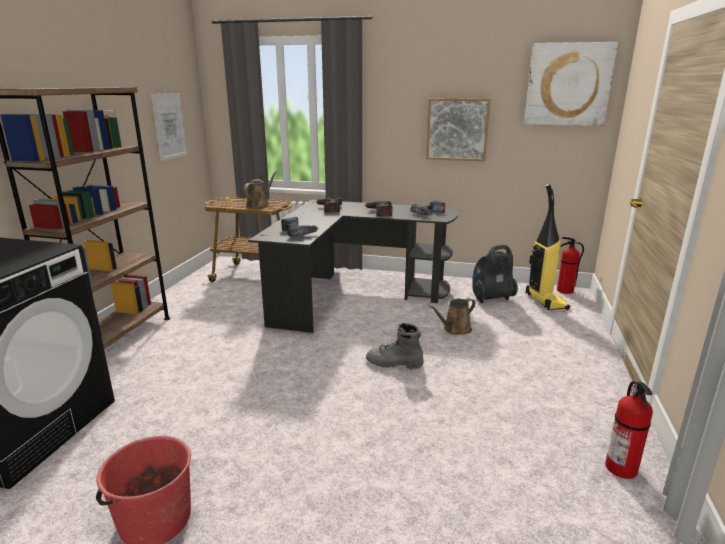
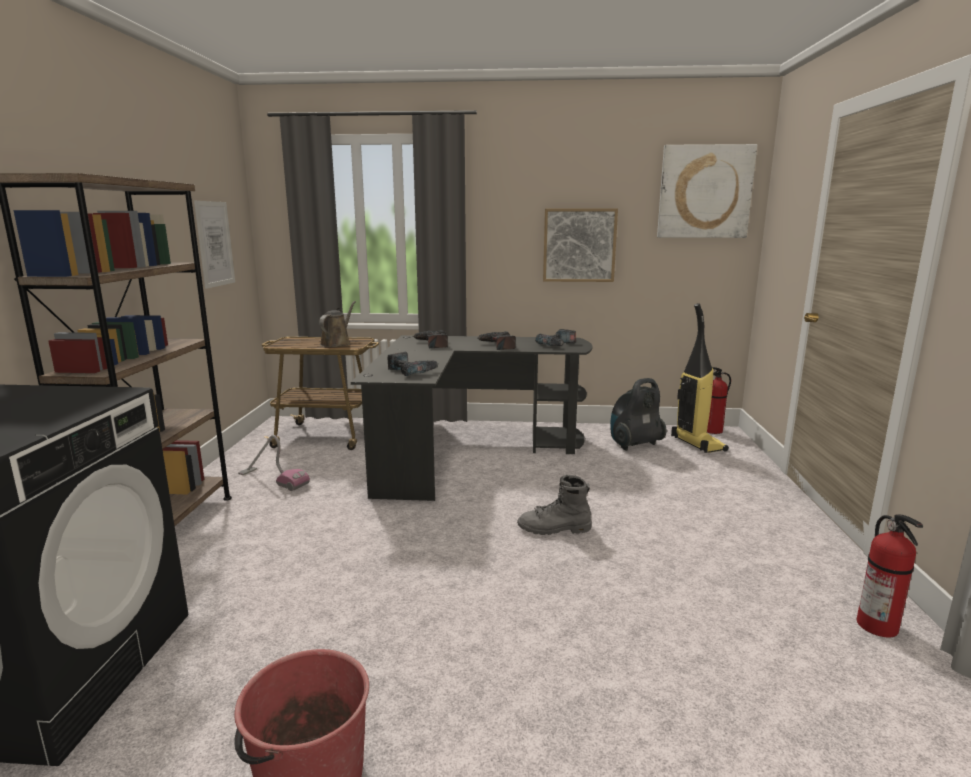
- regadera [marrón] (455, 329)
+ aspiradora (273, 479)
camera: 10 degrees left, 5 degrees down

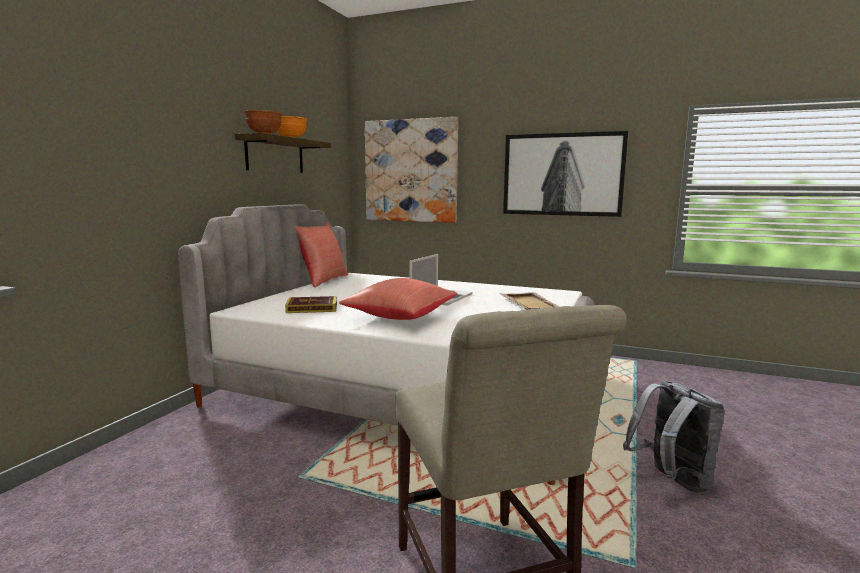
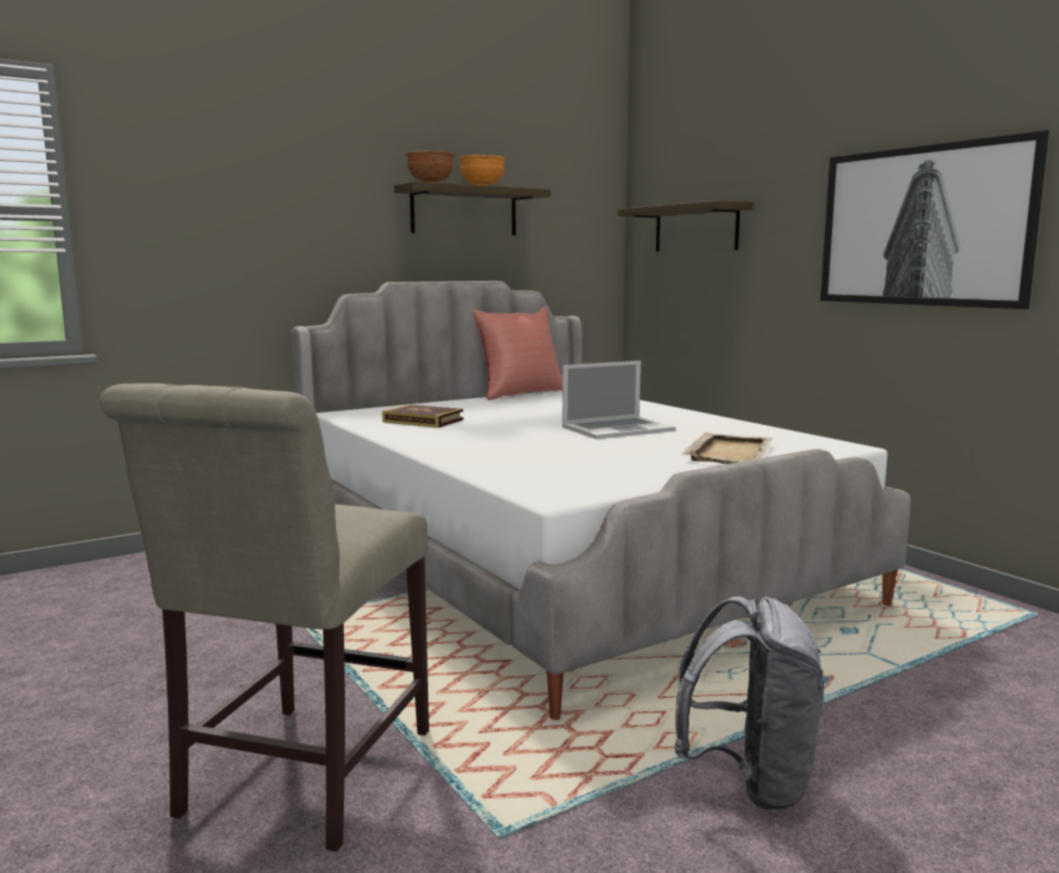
- cojín [rojo] (399, 317)
~ cuadro (410, 171) to estante (696, 228)
camera: 35 degrees right, 0 degrees up

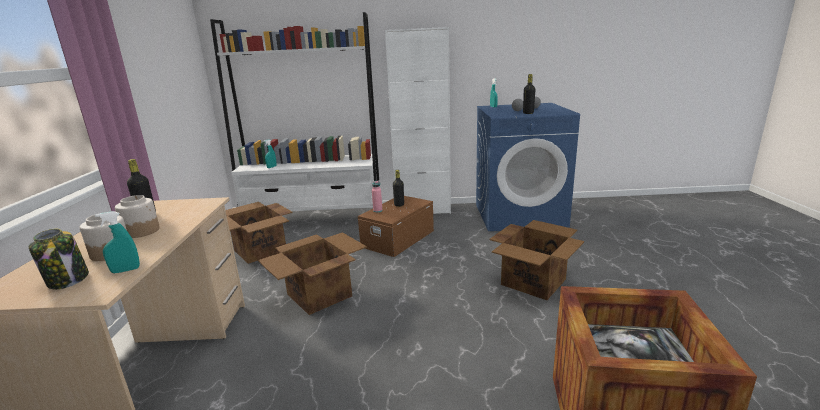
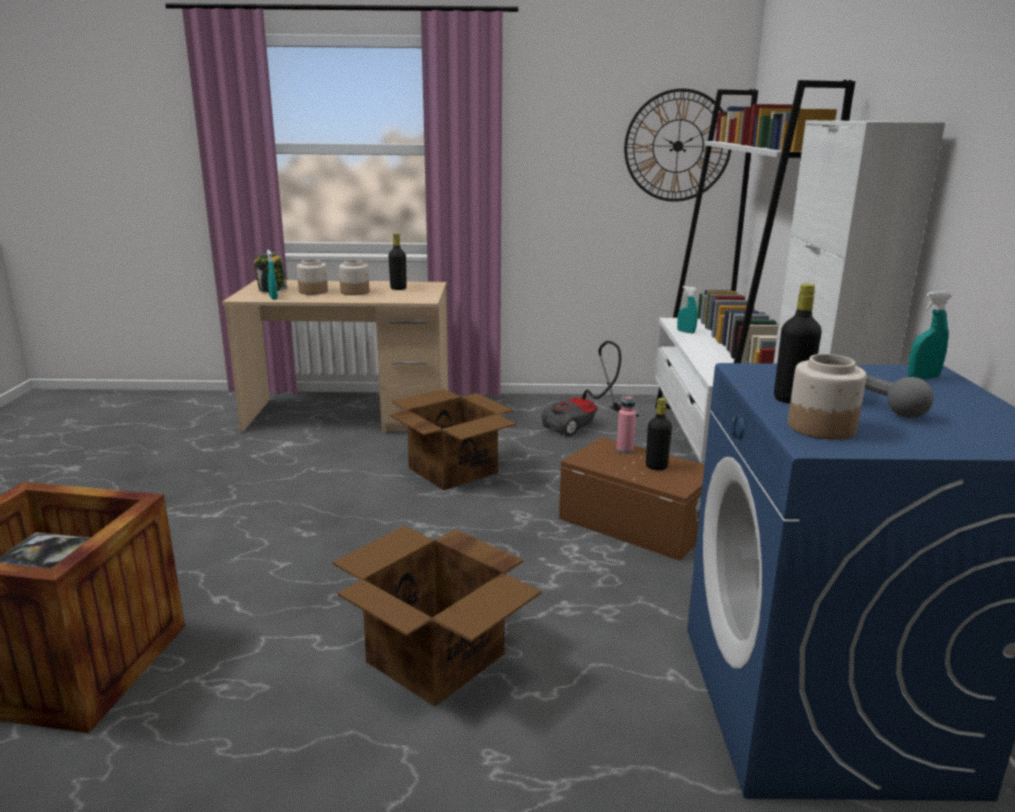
+ reloj de pared (677, 146)
+ tarro (820, 428)
~ caja de cartón (260, 251) to aspiradora (586, 425)
camera: 90 degrees right, 0 degrees up

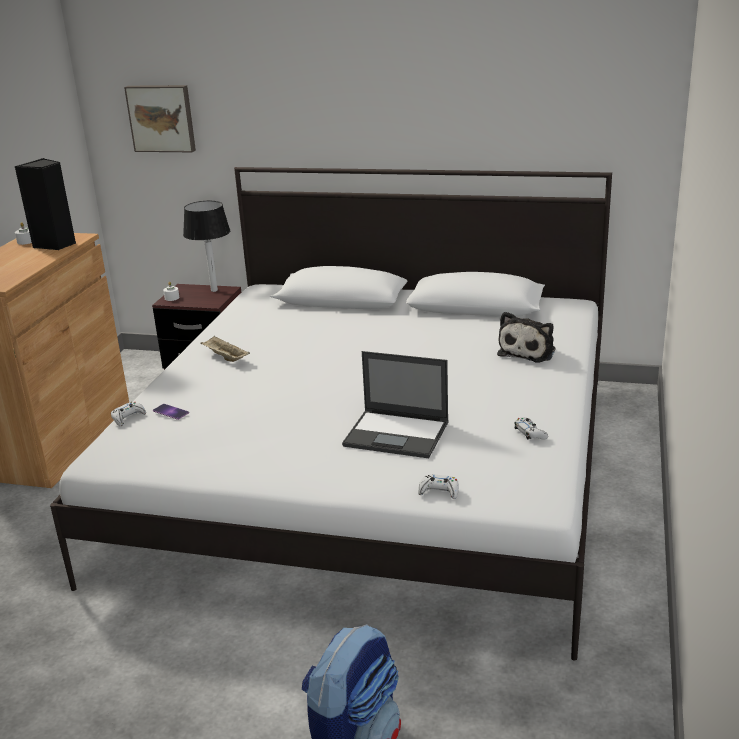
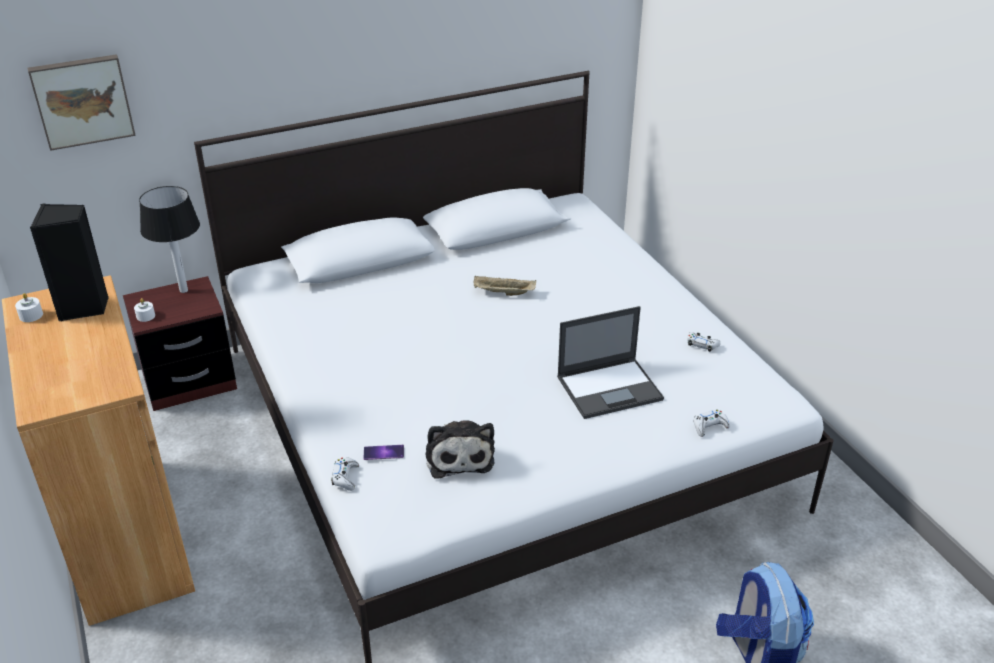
~ bandeja [beis] (225, 357) to (503, 293)
~ peluche (528, 351) to (459, 455)
camera: 40 degrees left, 10 degrees up

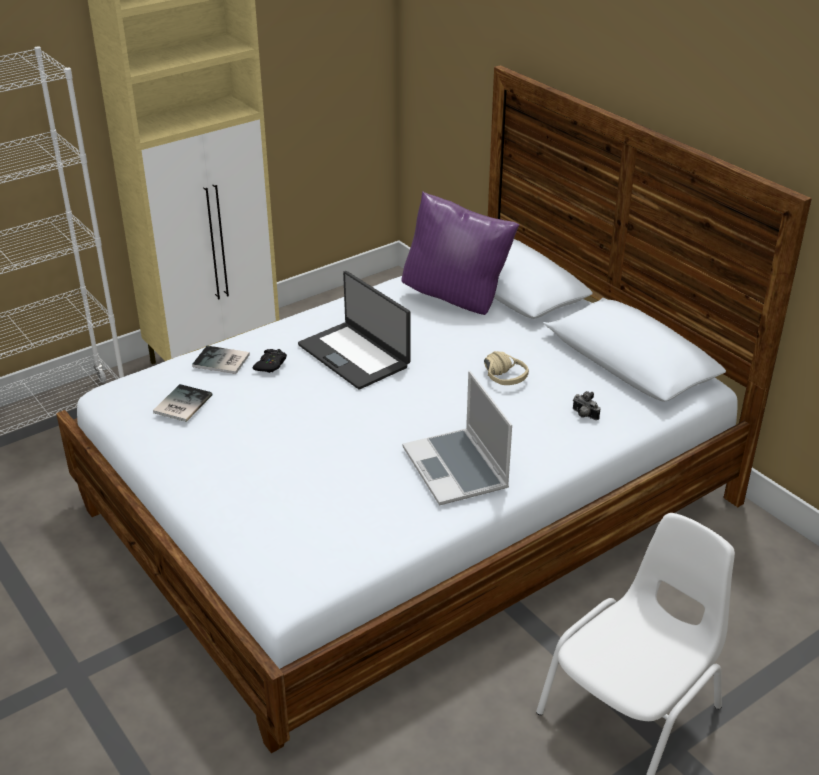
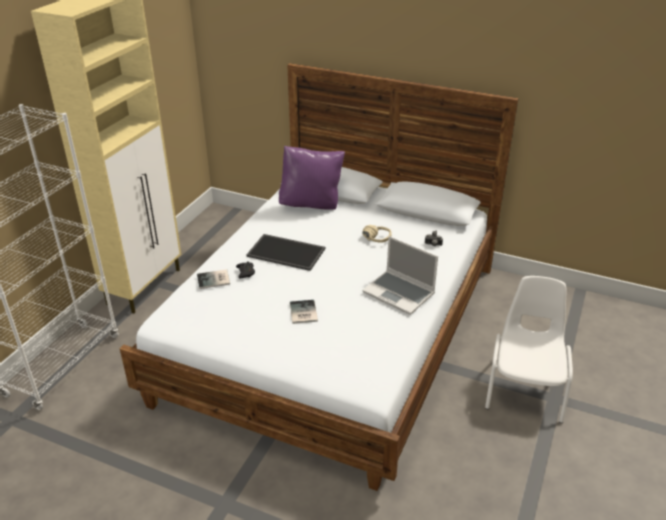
~ libro (180, 404) to (302, 313)
~ portátil (354, 355) to bandeja (287, 252)
camera: 30 degrees left, 0 degrees up

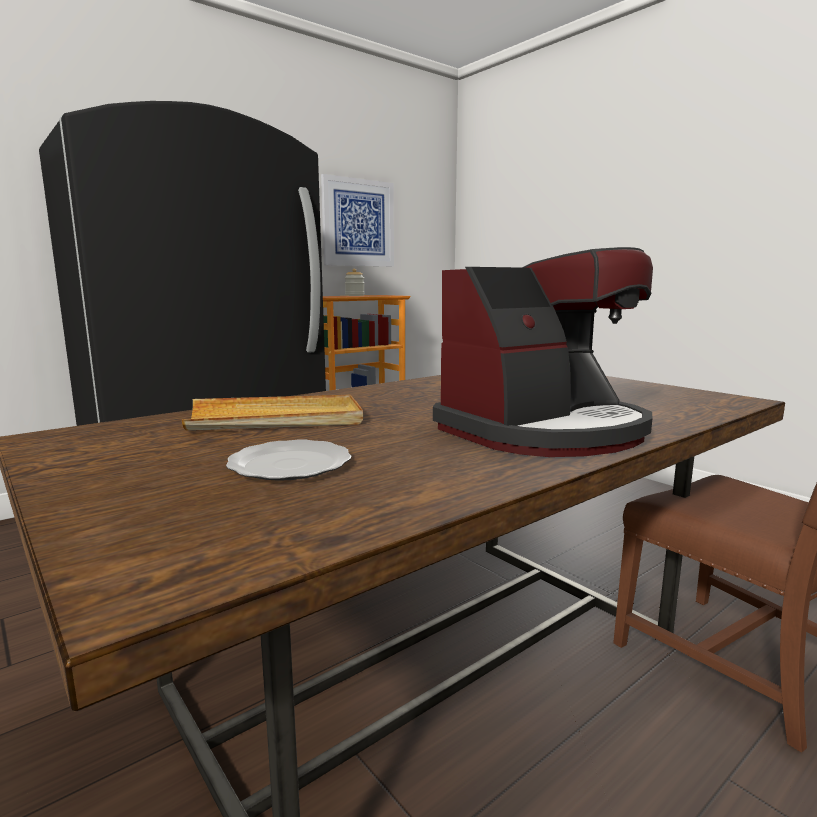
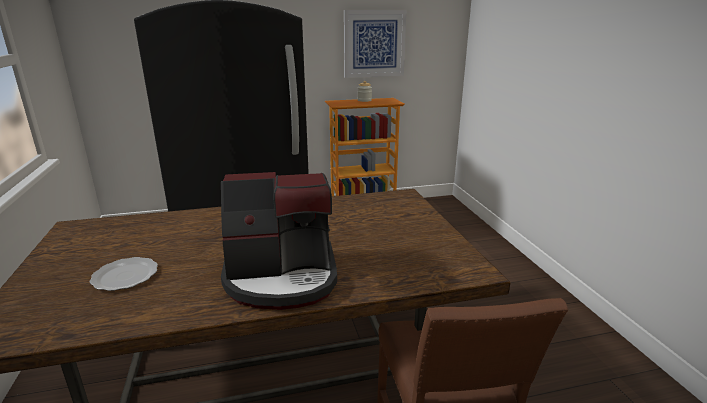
- bandeja [beis] (276, 419)
camera: 25 degrees right, 10 degrees up

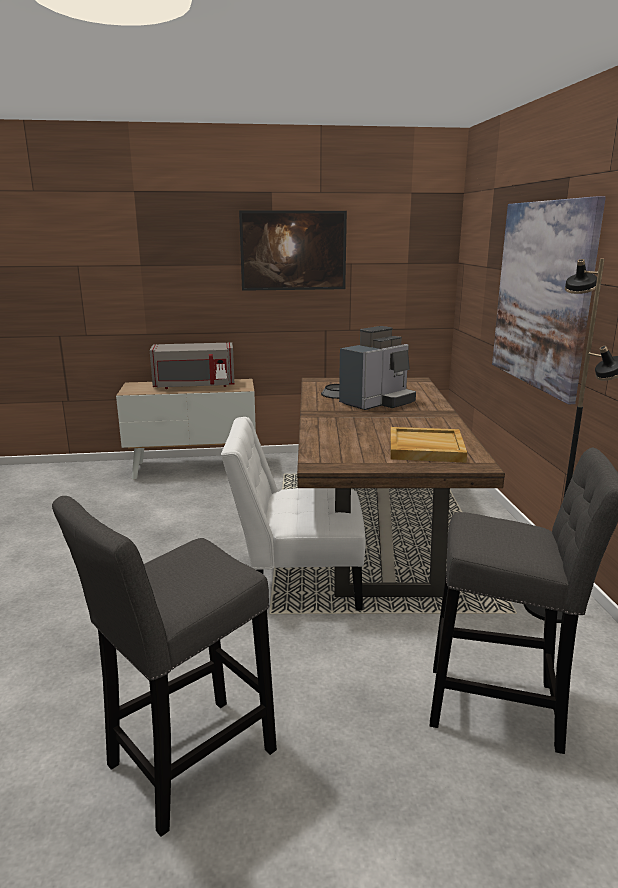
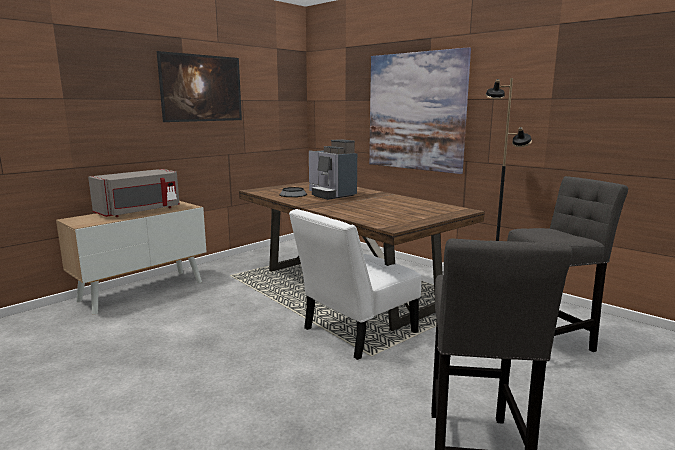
- bandeja [beis] (425, 448)
~ cafetera (377, 402) = (331, 194) 135 degrees clockwise
camera: 40 degrees left, 5 degrees down

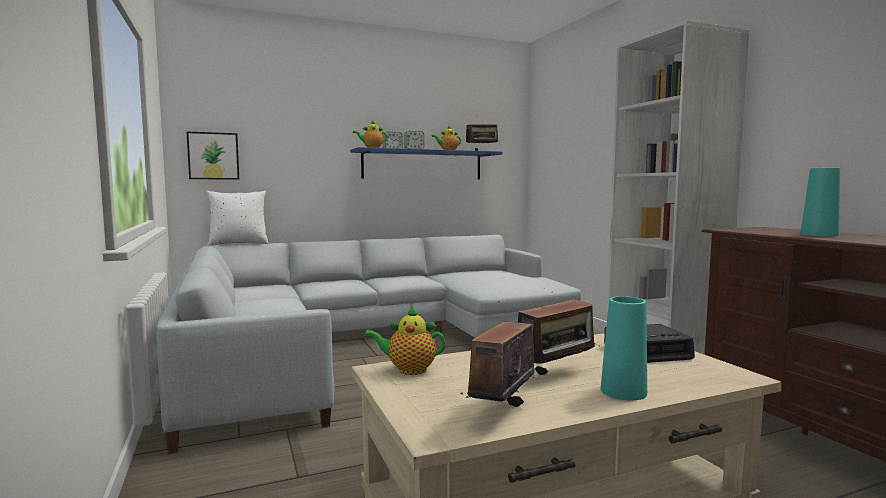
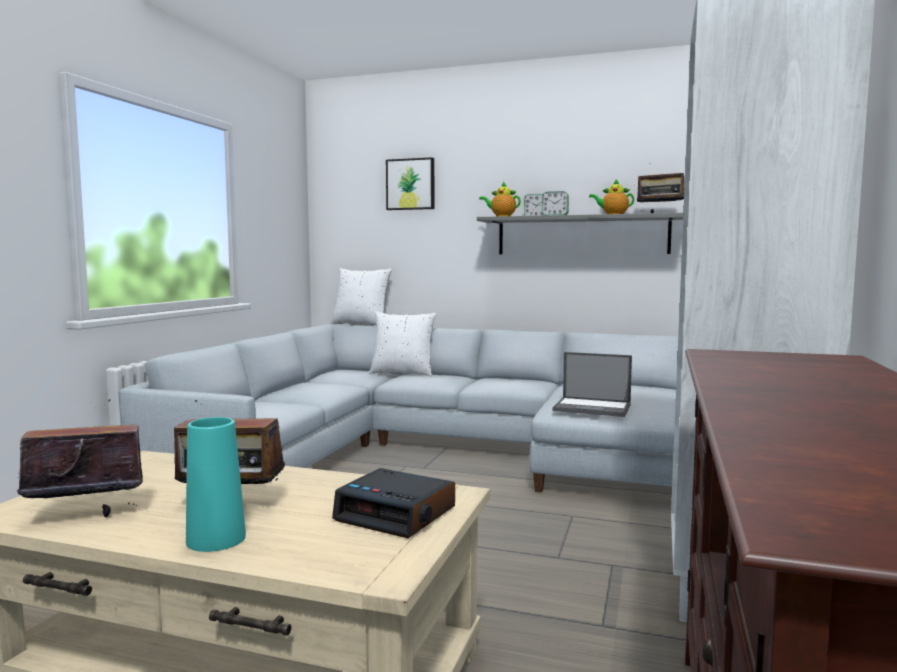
- tetera (408, 370)
- florero [turquesa] (819, 235)
+ cojín [blanco] (402, 373)
+ portátil (593, 408)
~ cuadro (213, 156) to (411, 184)
~ estante [azul] (423, 165) to estante [gris] (582, 235)
camera: 40 degrees right, 0 degrees up

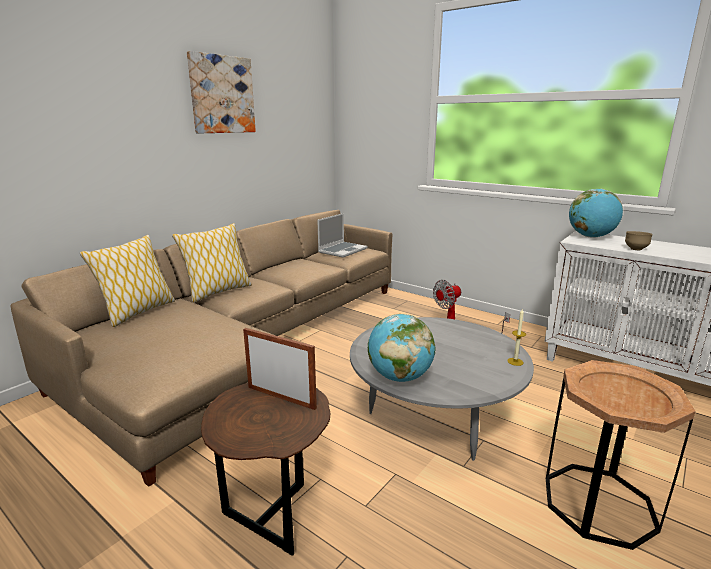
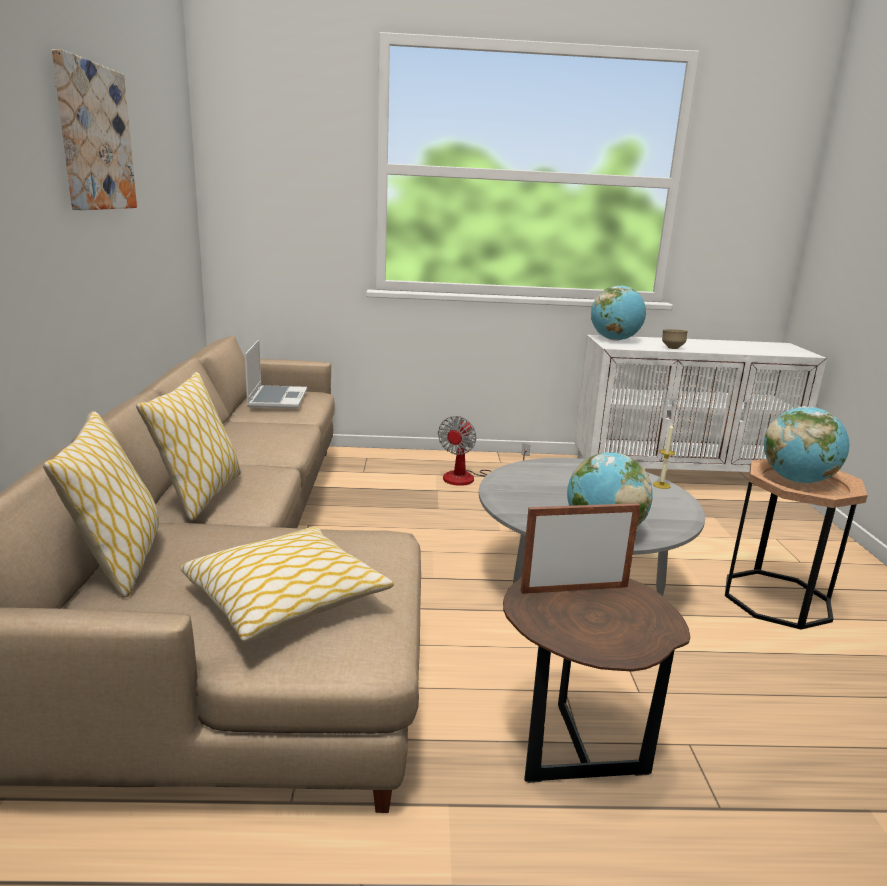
+ cojín (286, 598)
+ globo terráqueo (797, 480)
camera: 40 degrees left, 0 degrees up

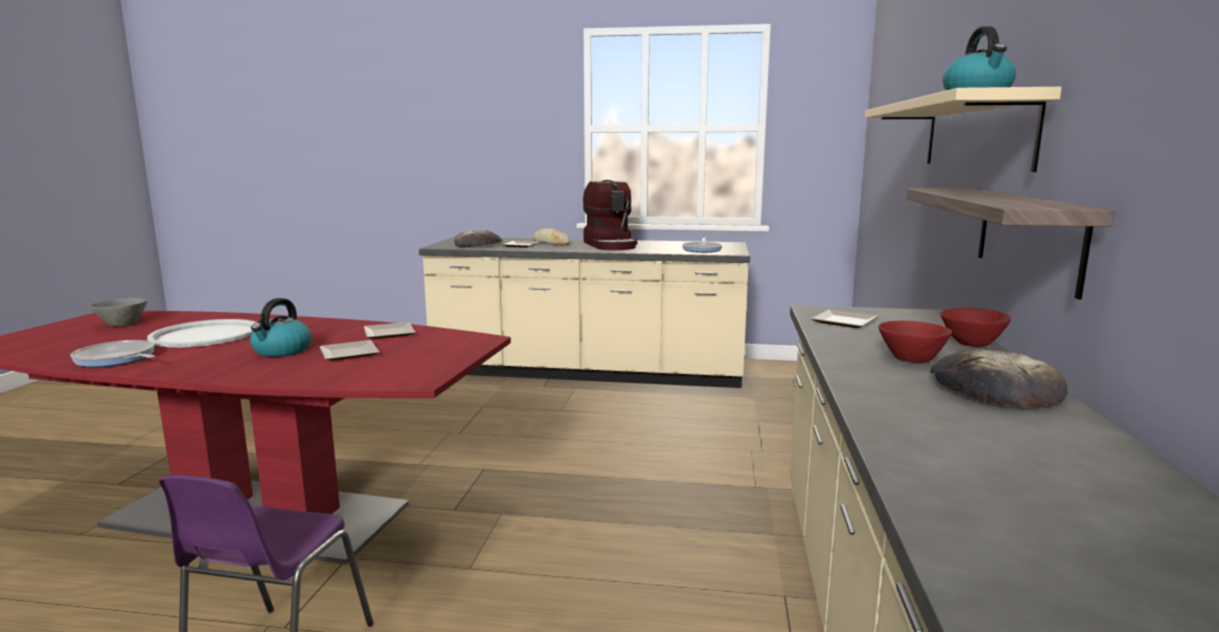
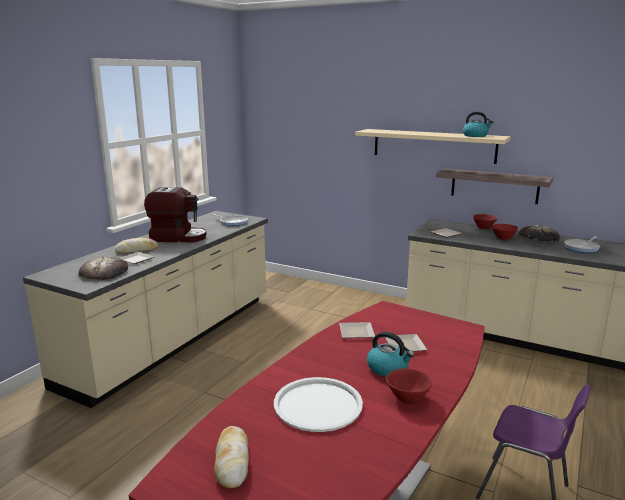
+ cuenco [rojo] (408, 397)
~ sartén (117, 359) to (582, 247)
~ cuenco [gris] (124, 324) to pan (232, 461)
camera: 70 degrees left, 5 degrees up

